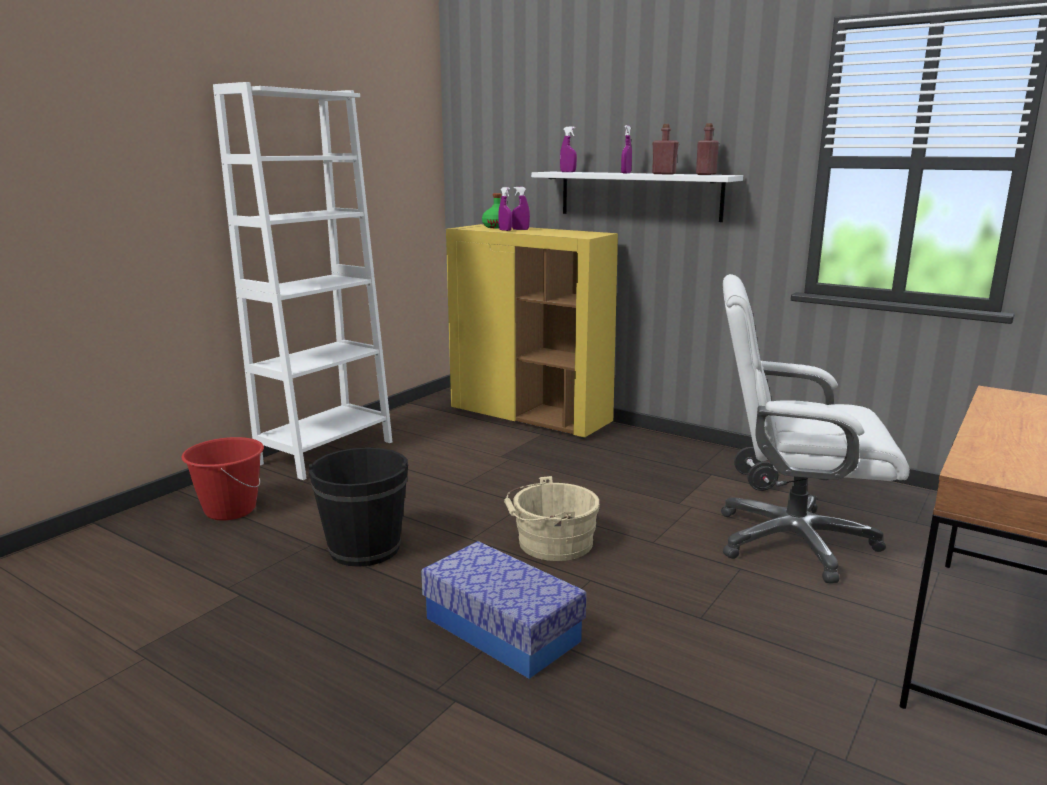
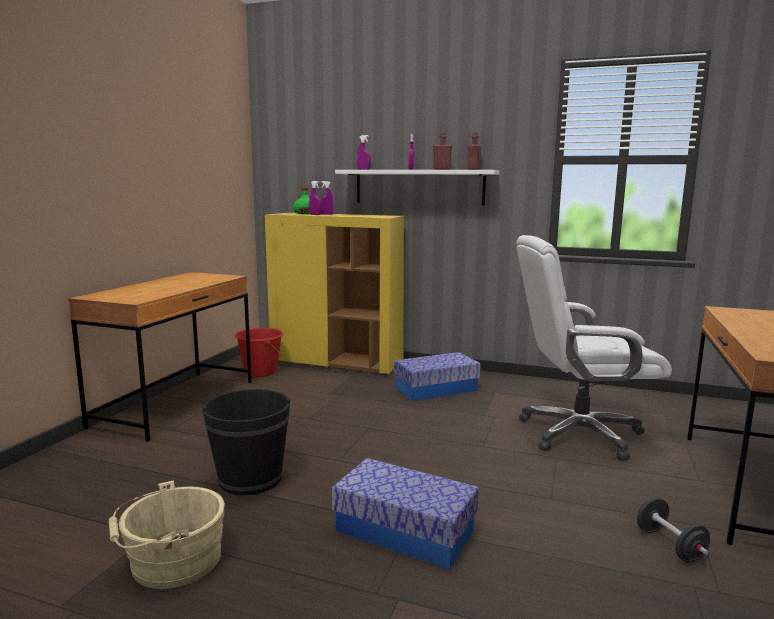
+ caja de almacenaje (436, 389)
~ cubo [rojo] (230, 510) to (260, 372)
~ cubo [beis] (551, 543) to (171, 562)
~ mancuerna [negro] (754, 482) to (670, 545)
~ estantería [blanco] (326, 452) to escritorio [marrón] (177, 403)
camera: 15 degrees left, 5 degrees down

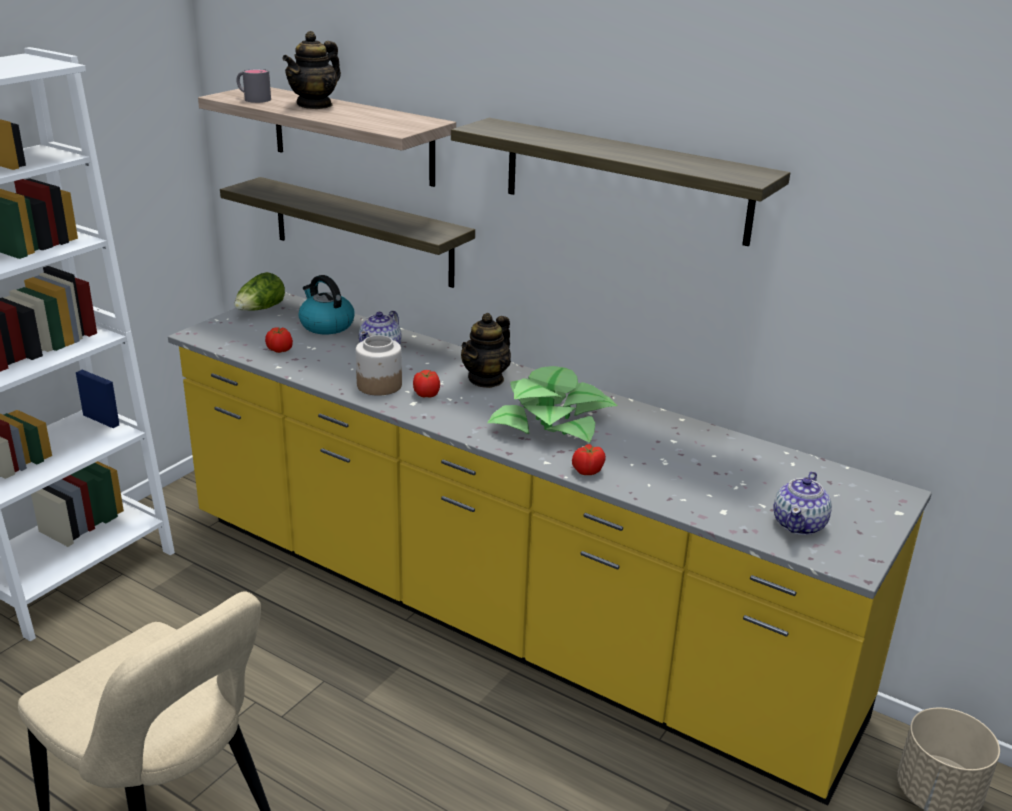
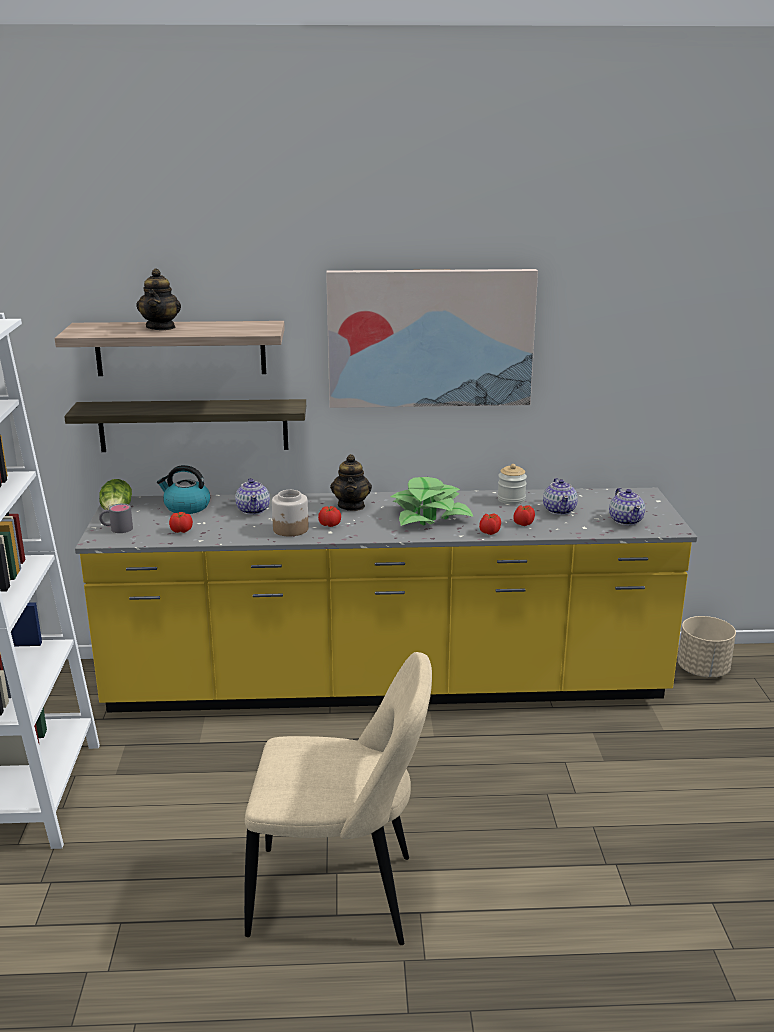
+ tarro (511, 499)
+ tomate (523, 524)
+ tetera (559, 510)
~ taza grande [gris] (253, 99) to (116, 529)
~ estante (625, 180) to cuadro (430, 338)
camera: 35 degrees left, 5 degrees down

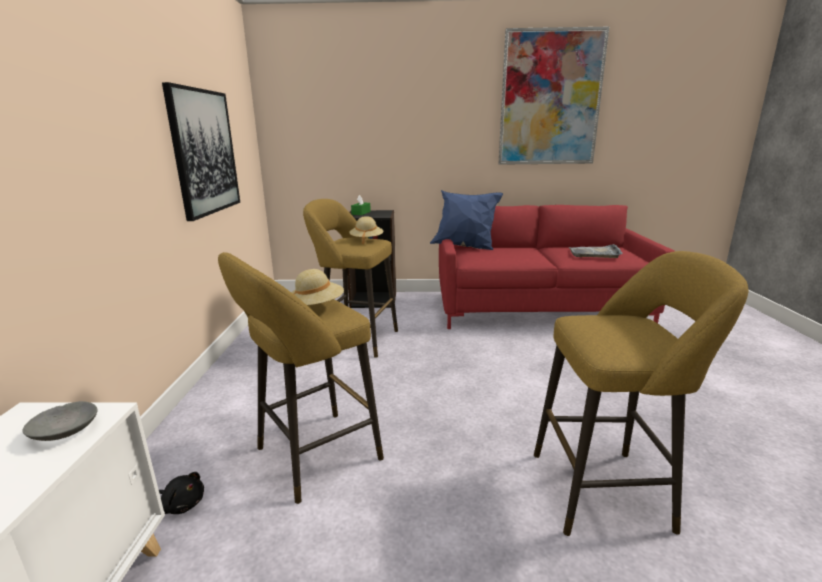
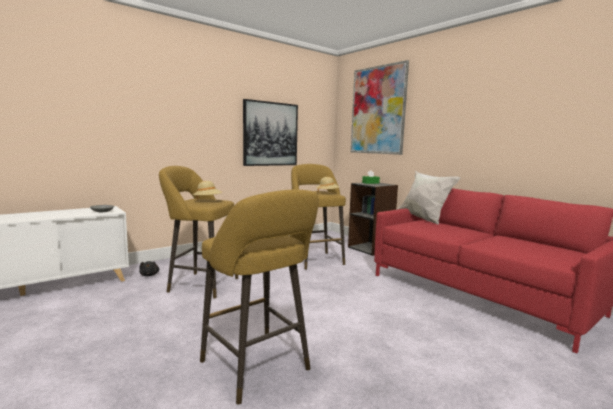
- bandeja [gris] (594, 253)
~ cuadro (550, 99) to (378, 110)
~ cojín [azul] (465, 247) to cojín [blanco] (423, 219)
camera: 50 degrees right, 10 degrees down

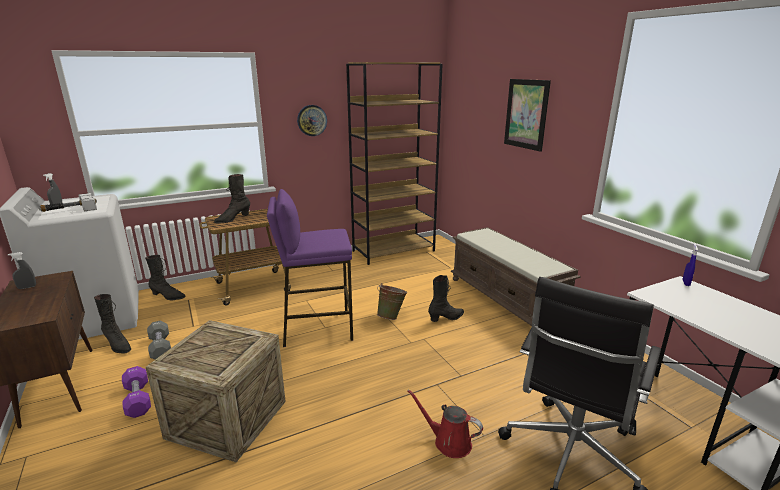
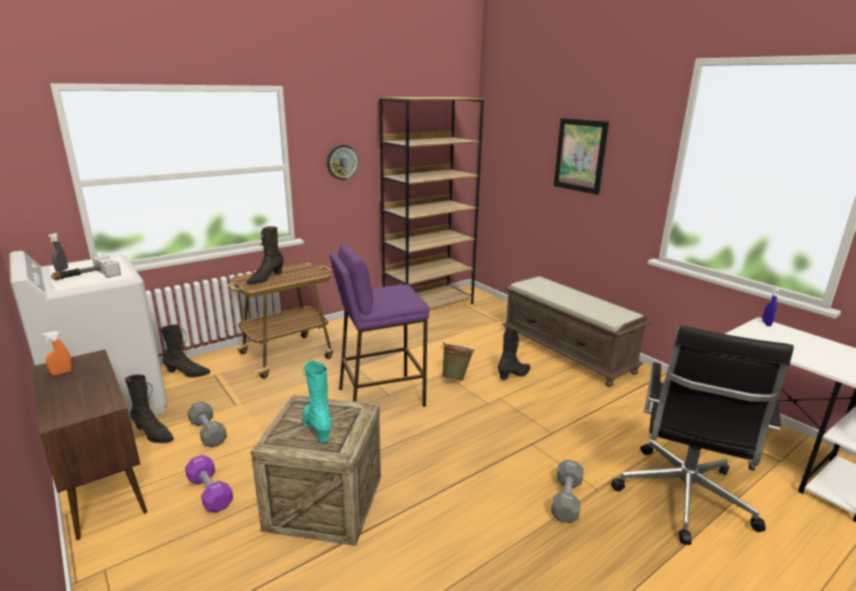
+ bota [turquesa] (317, 428)
~ regadera [rojo] (449, 442) to mancuerna [gris] (566, 500)
~ pulverizador [gris] (27, 287) to pulverizador [naranja] (62, 373)
camera: 10 degrees left, 0 degrees up

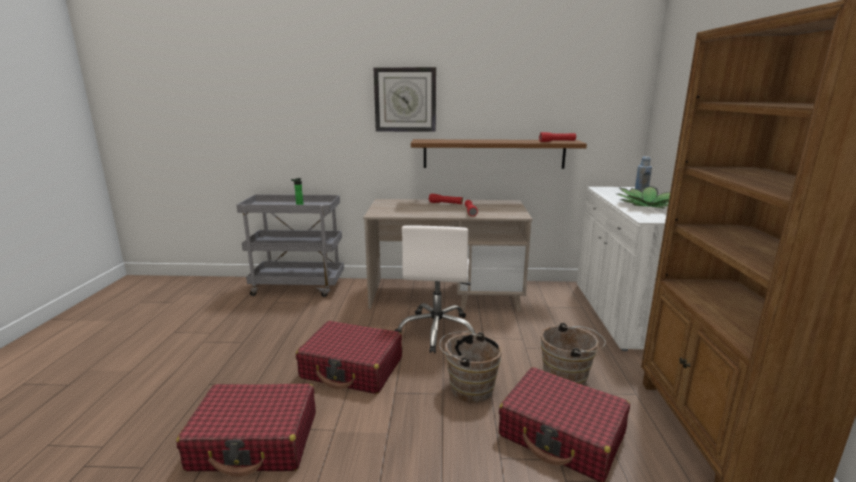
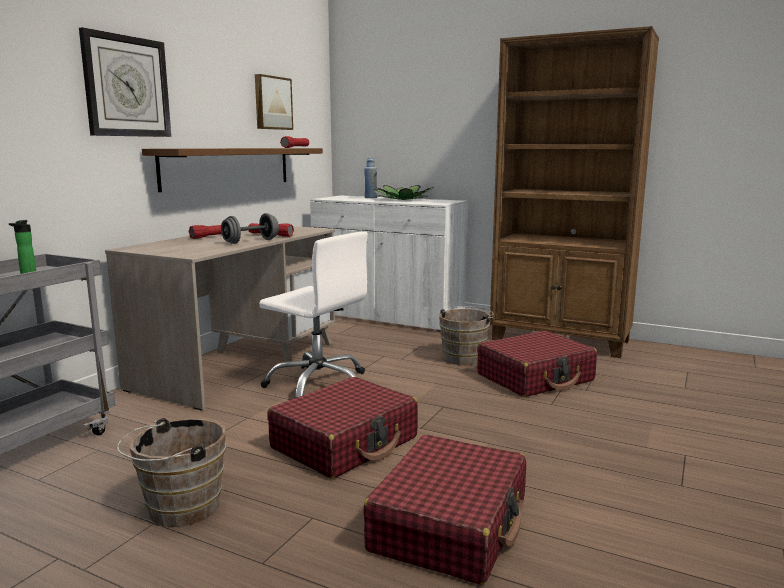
+ mancuerna [gris] (251, 241)
+ cuadro (272, 103)
~ cubo [marrón] (468, 388) to (178, 509)
camera: 65 degrees left, 5 degrees down

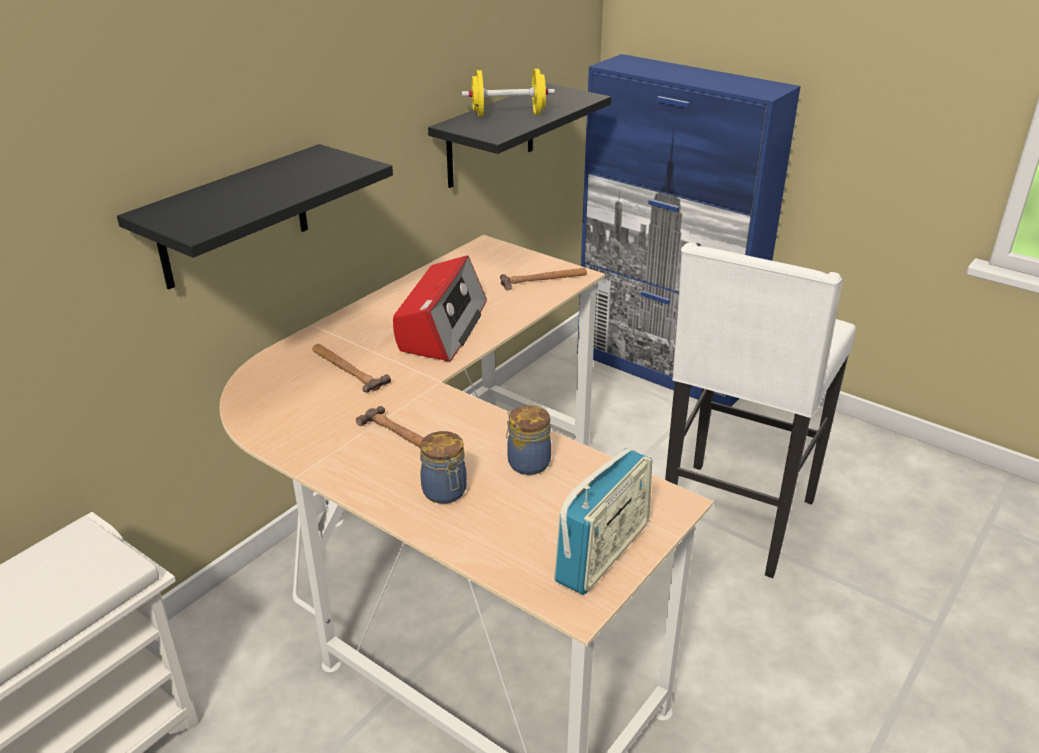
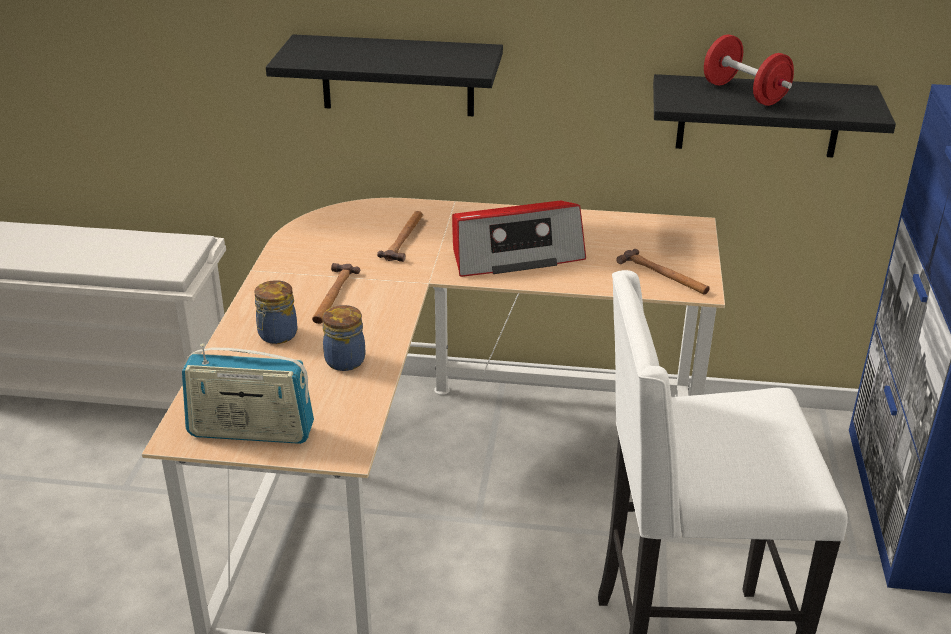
~ mancuerna [amarillo] (508, 114) to mancuerna [rojo] (744, 93)
camera: 60 degrees right, 0 degrees up

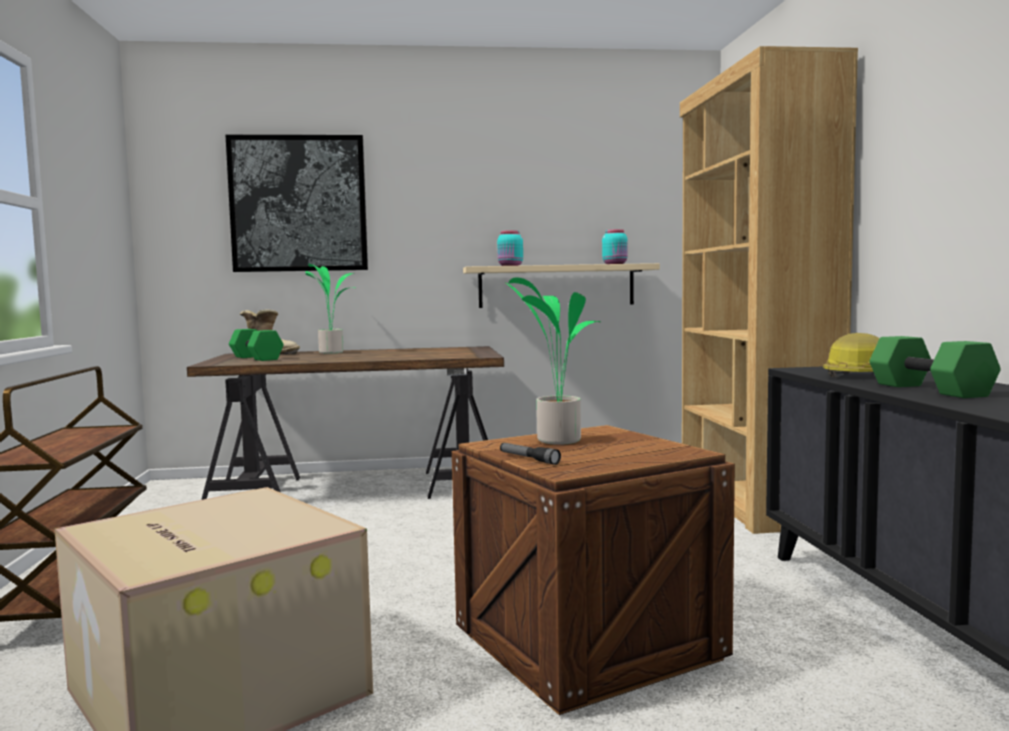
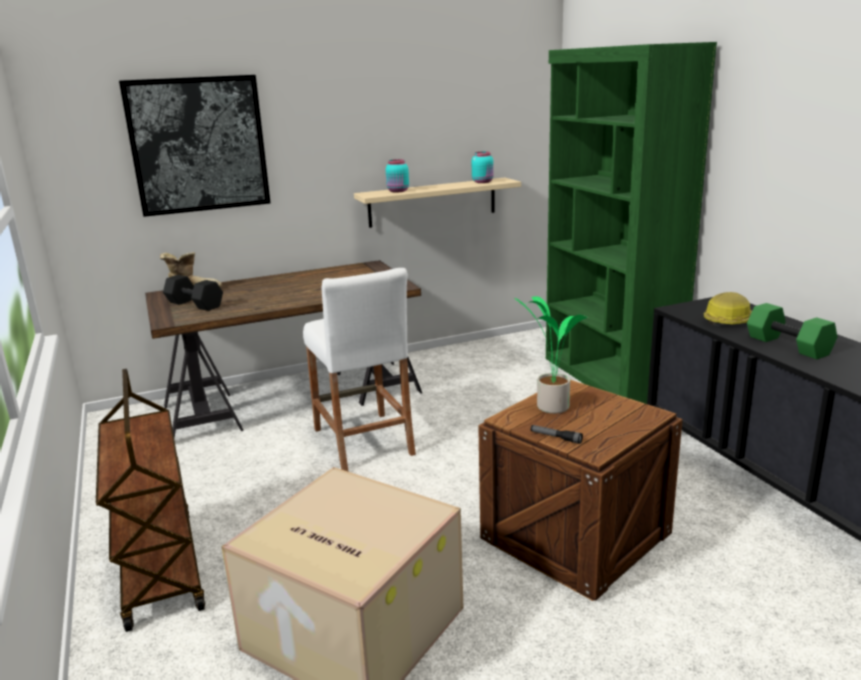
- planta en maceta (331, 352)
+ taburete [blanco] (363, 441)
~ mancuerna [verde] (257, 358) to mancuerna [negro] (196, 304)
~ estantería [marrón] (752, 501) to estantería [verde] (608, 378)
camera: 15 degrees left, 15 degrees up

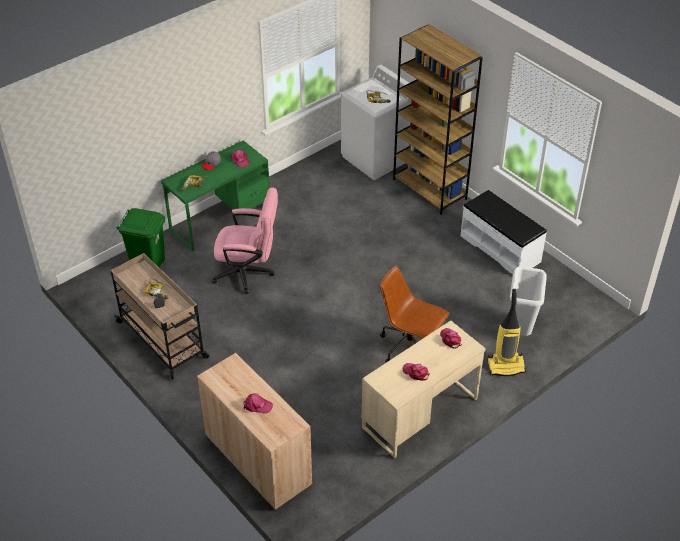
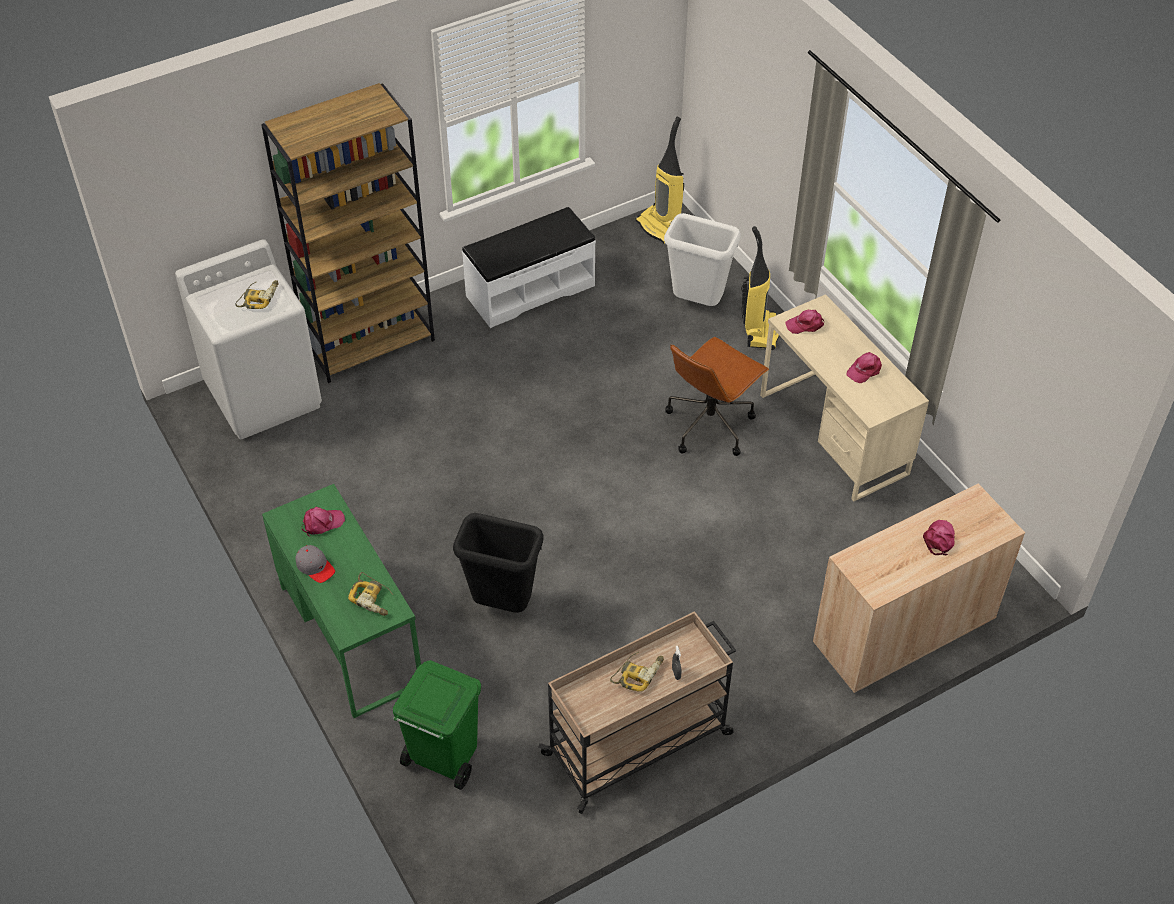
+ aspiradora (661, 227)
~ silla de oficina [rosa] (248, 273) to papelera [negro] (503, 605)
camera: 80 degrees left, 5 degrees up

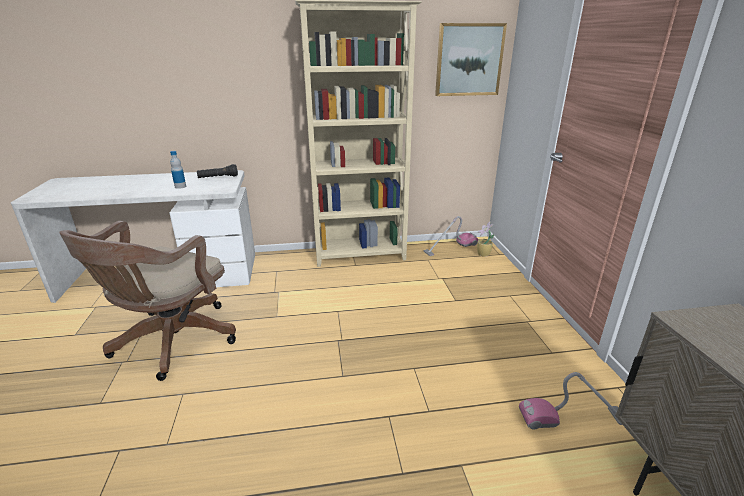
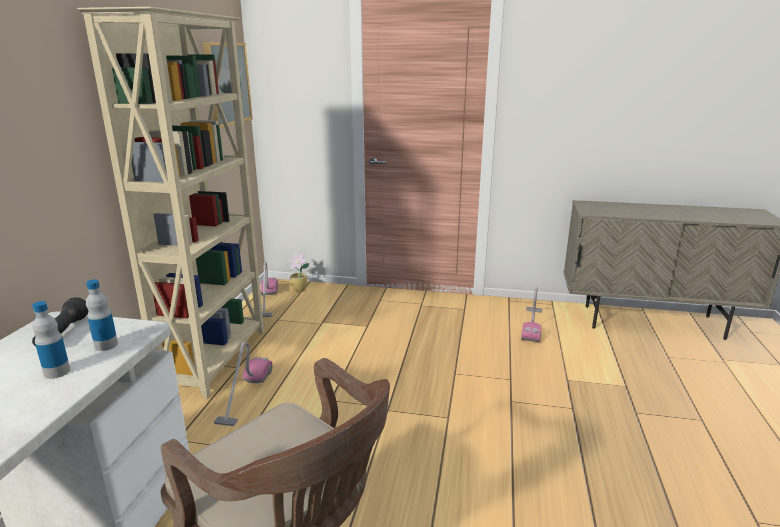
+ botella (106, 345)
+ aspiradora (245, 394)
camera: 70 degrees left, 5 degrees down

